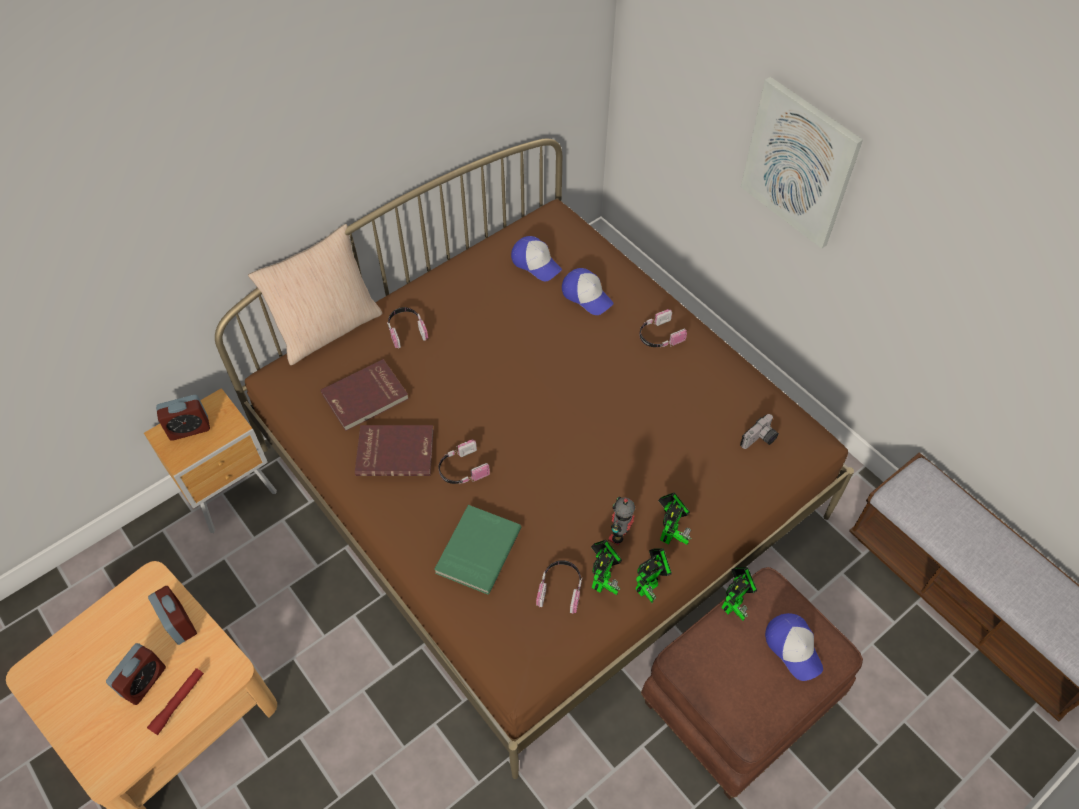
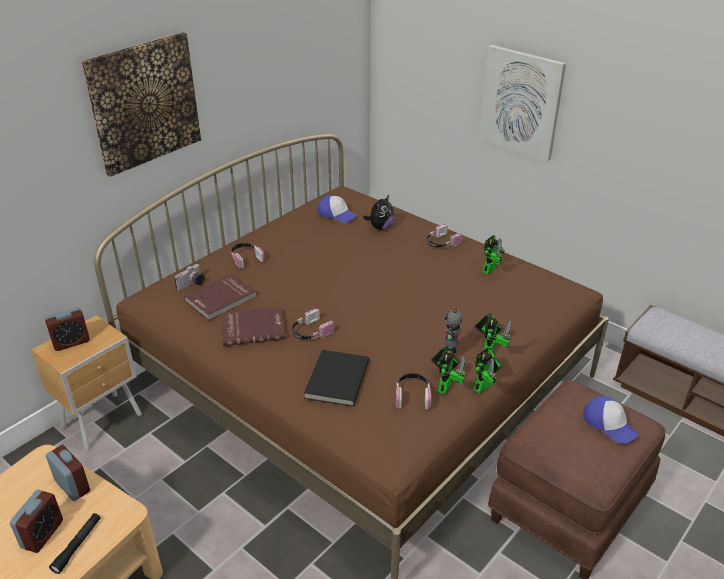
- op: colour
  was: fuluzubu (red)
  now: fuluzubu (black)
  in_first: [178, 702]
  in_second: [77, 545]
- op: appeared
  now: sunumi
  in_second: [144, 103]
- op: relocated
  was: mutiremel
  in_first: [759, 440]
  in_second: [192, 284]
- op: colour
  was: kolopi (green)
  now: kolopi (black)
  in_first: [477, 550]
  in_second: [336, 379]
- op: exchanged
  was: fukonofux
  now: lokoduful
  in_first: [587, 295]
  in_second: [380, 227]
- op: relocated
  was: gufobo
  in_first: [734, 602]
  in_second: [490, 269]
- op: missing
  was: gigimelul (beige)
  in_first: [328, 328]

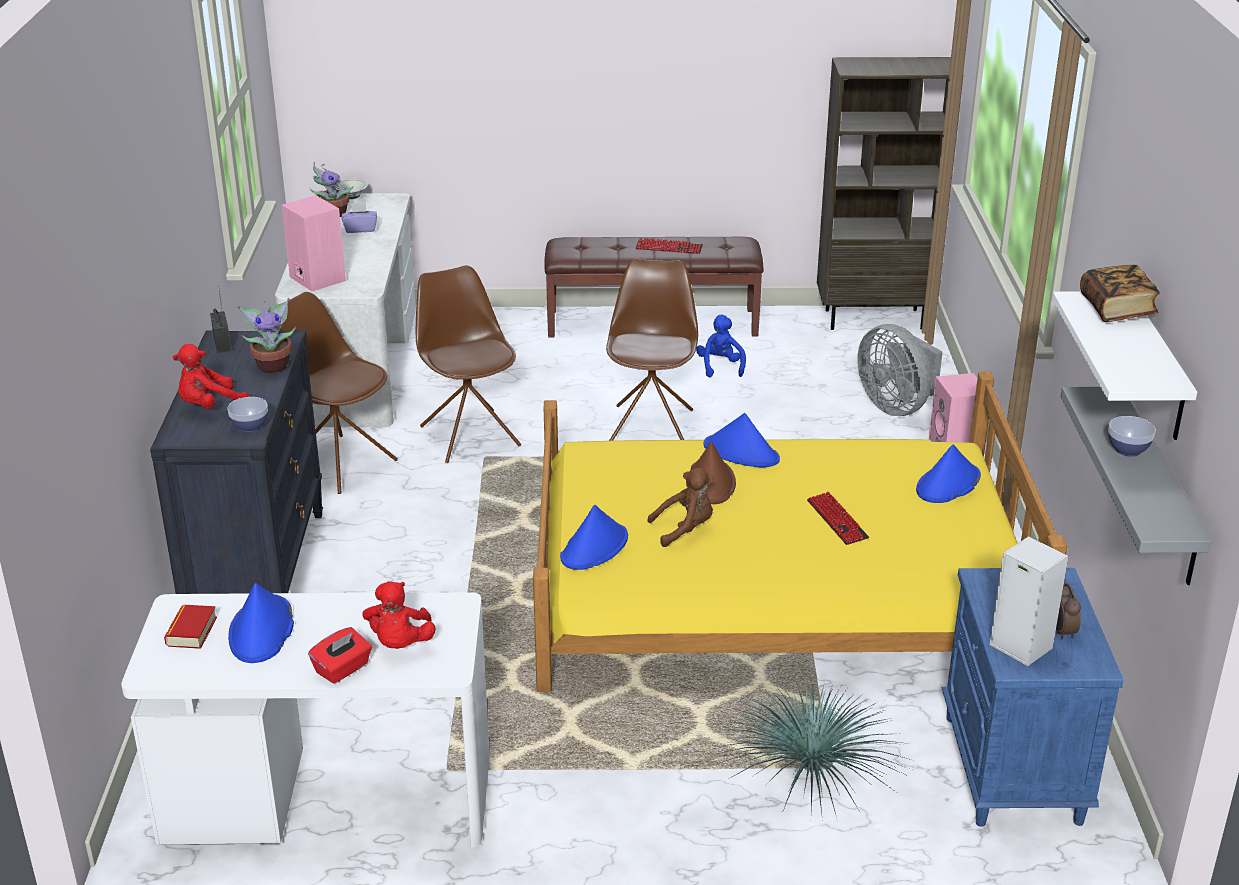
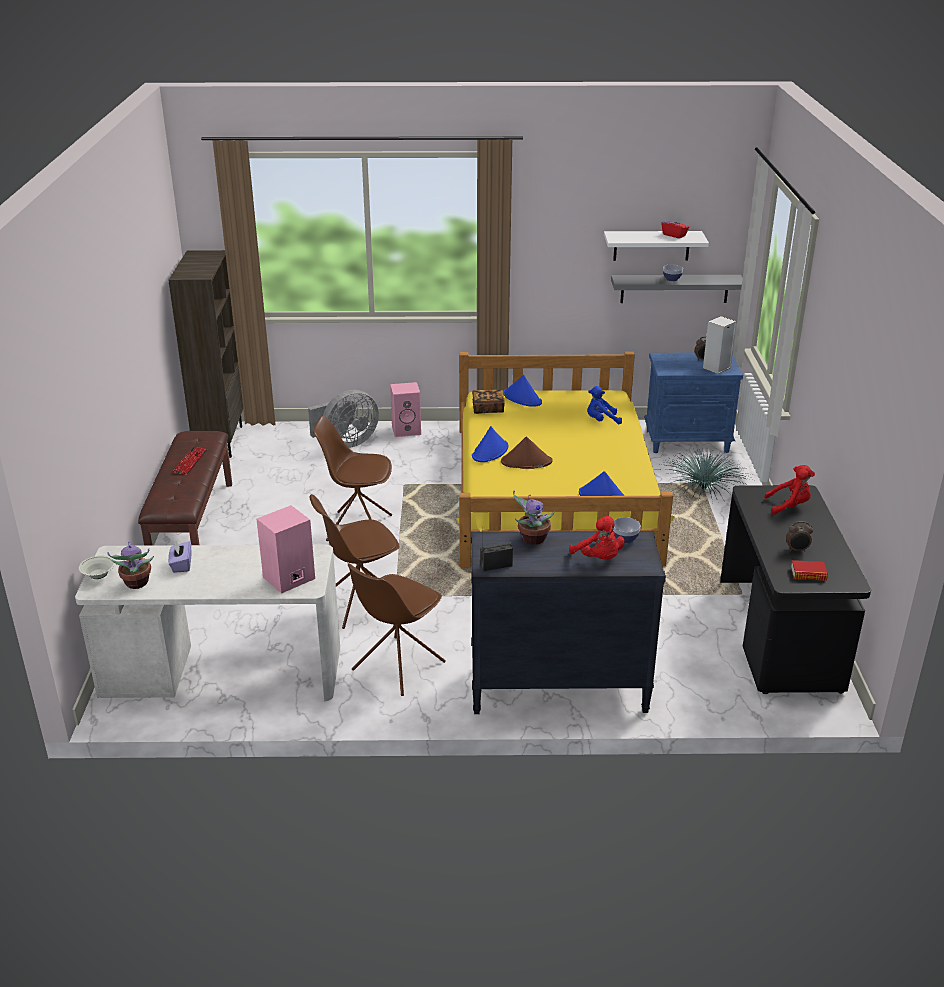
- op: relocated
  was: kolopi
  in_first: [1117, 309]
  in_second: [488, 409]
- op: relocated
  was: lokoduful (blue)
  in_first: [720, 367]
  in_second: [601, 421]
- op: relocated
  was: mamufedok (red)
  in_first: [342, 669]
  in_second: [674, 235]
- op: colour
  was: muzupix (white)
  now: muzupix (black)
  in_first: [326, 799]
  in_second: [780, 635]
- op: exchanged
  was: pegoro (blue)
  now: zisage
  in_first: [261, 631]
  in_second: [797, 550]
- op: missing
  was: lokoduful (brown)
  in_first: [685, 529]
- op: missing
  was: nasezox
  in_first: [837, 520]

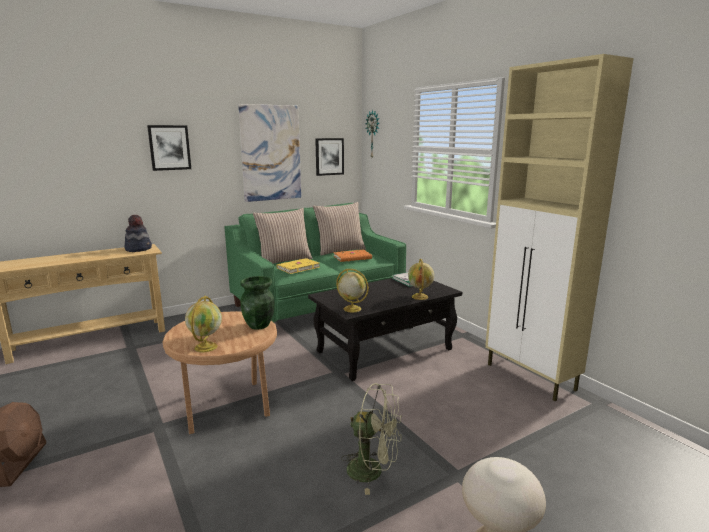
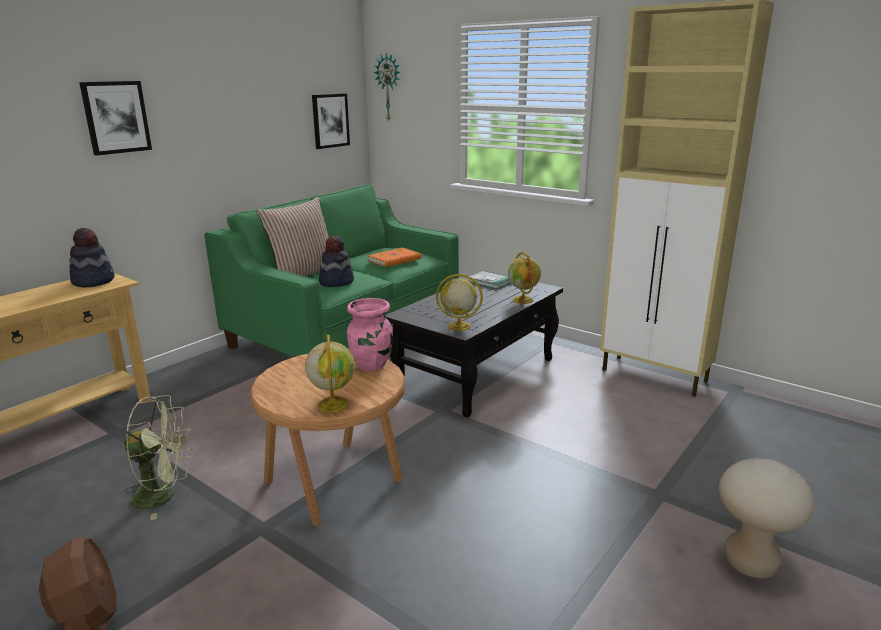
- op: relocated
  was: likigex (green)
  in_first: [373, 471]
  in_second: [163, 496]
- op: exchanged
  was: kolopi (yellow)
  now: pegoro
  in_first: [297, 268]
  in_second: [336, 282]
- op: colour
  was: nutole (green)
  now: nutole (pink)
  in_first: [259, 325]
  in_second: [372, 365]
- op: missing
  was: sunumi
  in_first: [271, 153]
- op: missing
  was: gigimelul
  in_first: [340, 250]

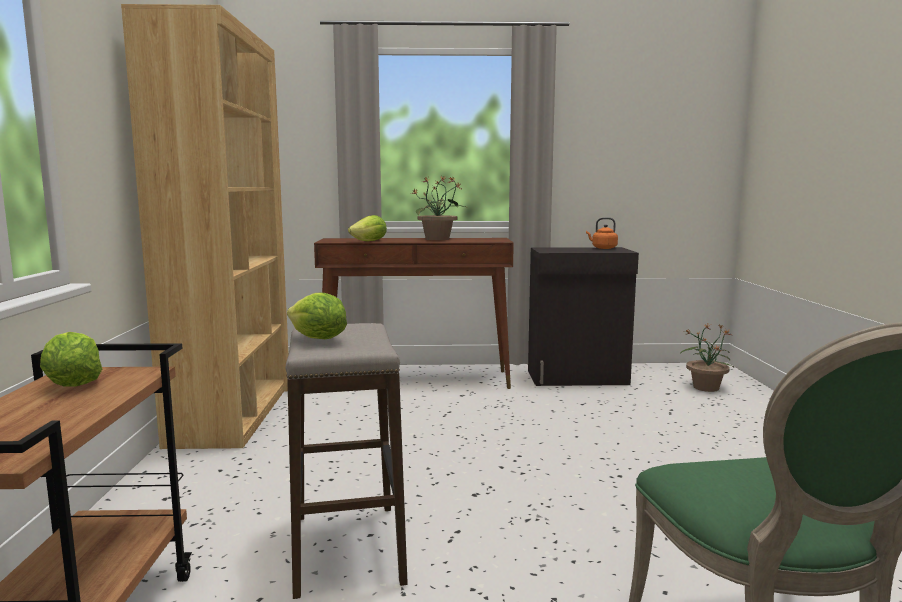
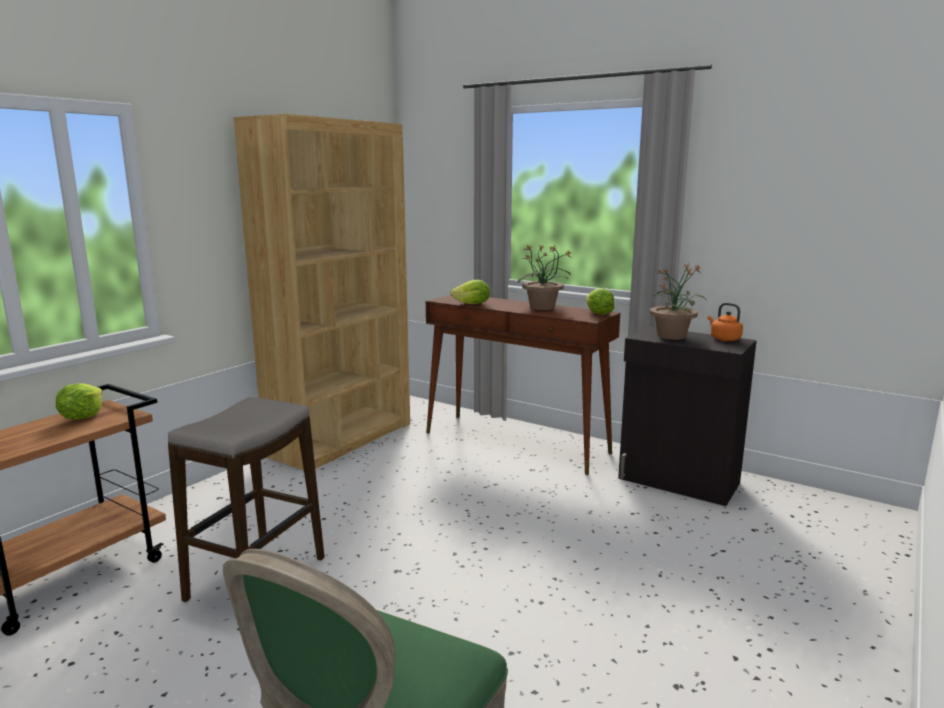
- op: relocated
  was: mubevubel
  in_first: [317, 339]
  in_second: [598, 314]
- op: relocated
  was: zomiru
  in_first: [705, 387]
  in_second: [672, 336]

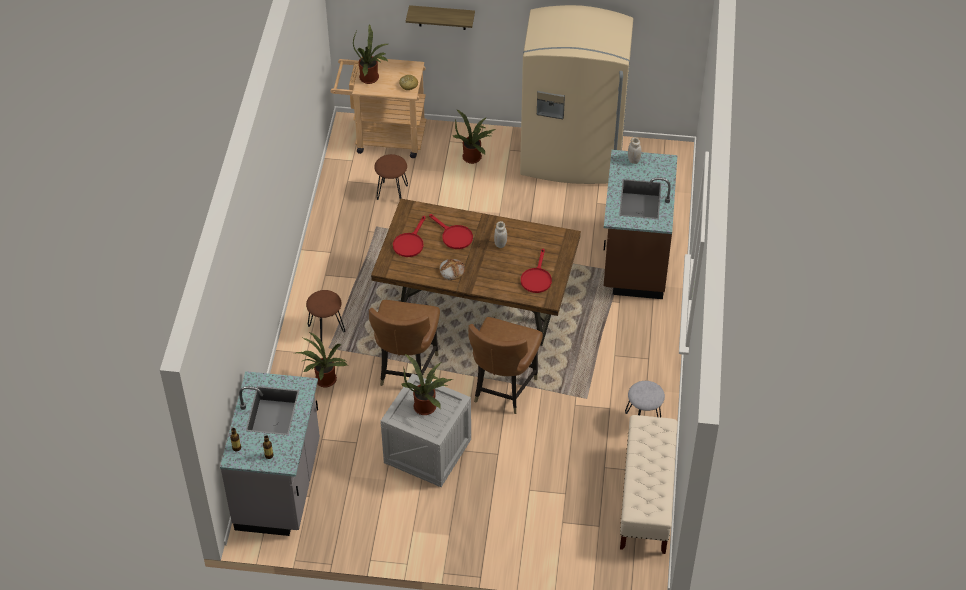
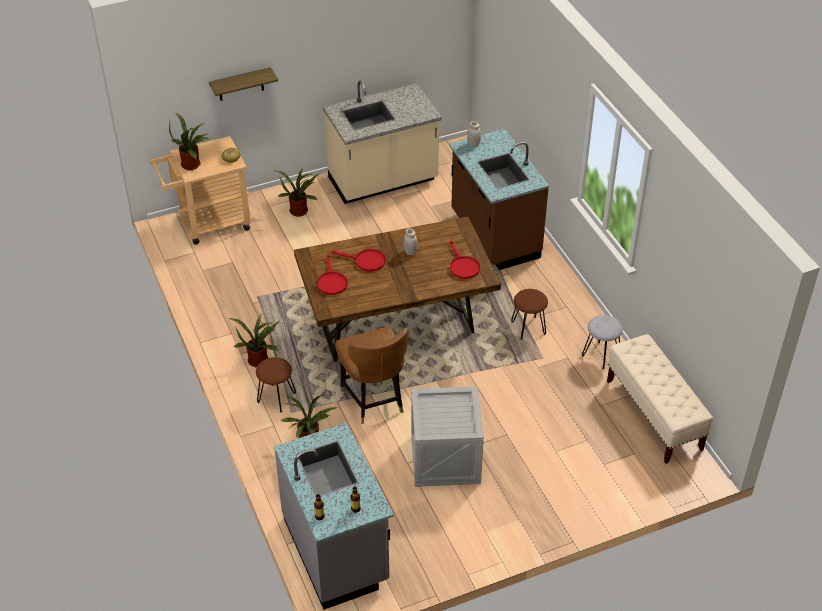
- op: relocated
  was: zomiru
  in_first: [427, 406]
  in_second: [259, 359]
- op: exchanged
  was: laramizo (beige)
  now: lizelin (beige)
  in_first: [572, 158]
  in_second: [383, 181]
- op: relocated
  was: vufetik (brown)
  in_first: [392, 192]
  in_second: [528, 328]
- op: missing
  was: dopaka
  in_first: [451, 270]
- op: missing
  was: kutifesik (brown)
  in_first: [503, 389]

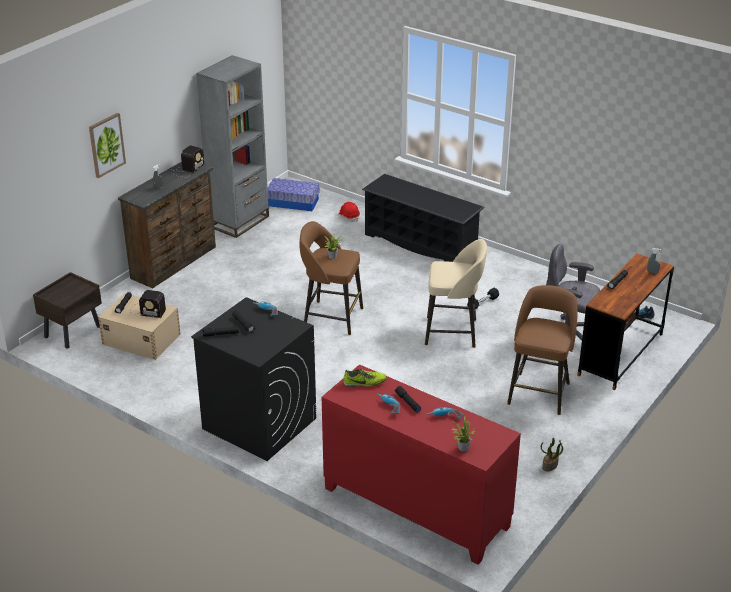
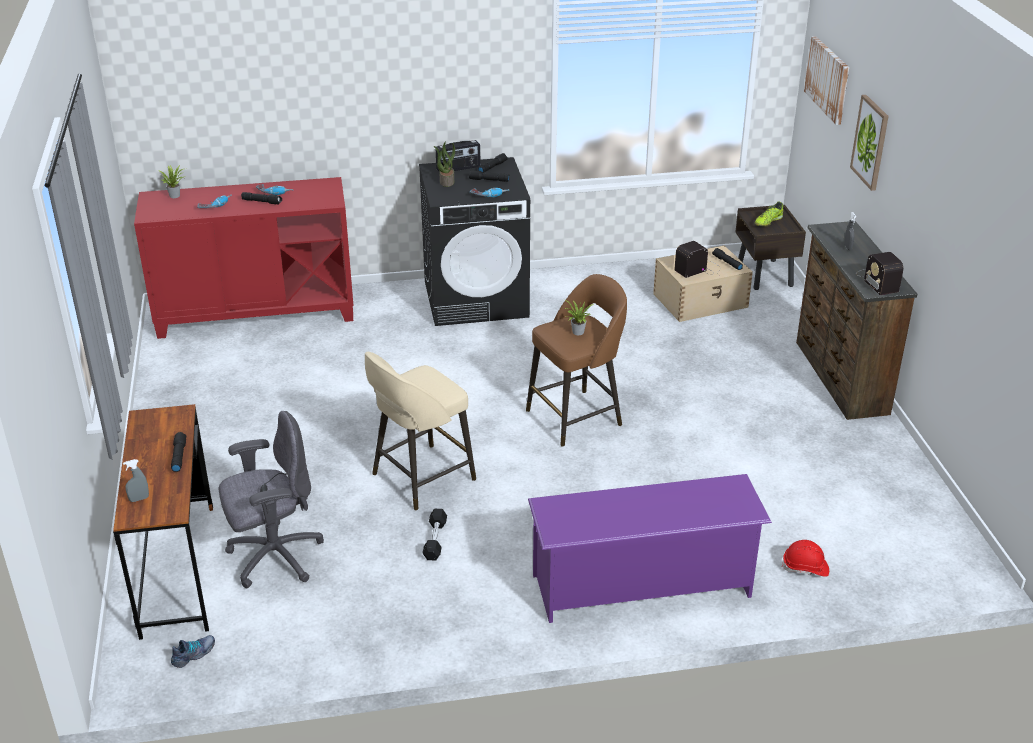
- op: relocated
  was: zomiru
  in_first: [550, 466]
  in_second: [446, 181]
- op: appeared
  now: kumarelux
  in_second: [458, 168]
- op: colour
  was: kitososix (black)
  now: kitososix (purple)
  in_first: [421, 243]
  in_second: [642, 586]
- op: relocated
  was: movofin
  in_first: [364, 383]
  in_second: [768, 222]
- op: appeared
  now: sunumi
  in_second: [828, 79]
- op: missing
  was: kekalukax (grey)
  in_first: [239, 222]
- op: missing
  was: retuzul
  in_first: [293, 202]
- op: missing
  was: vufetik (brown)
  in_first: [539, 392]

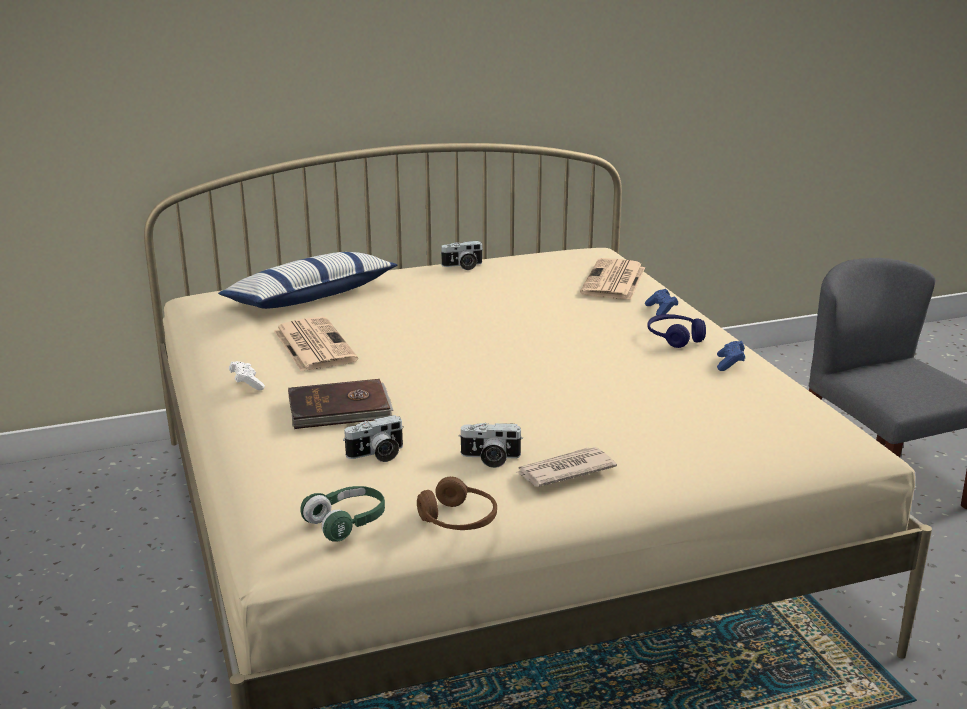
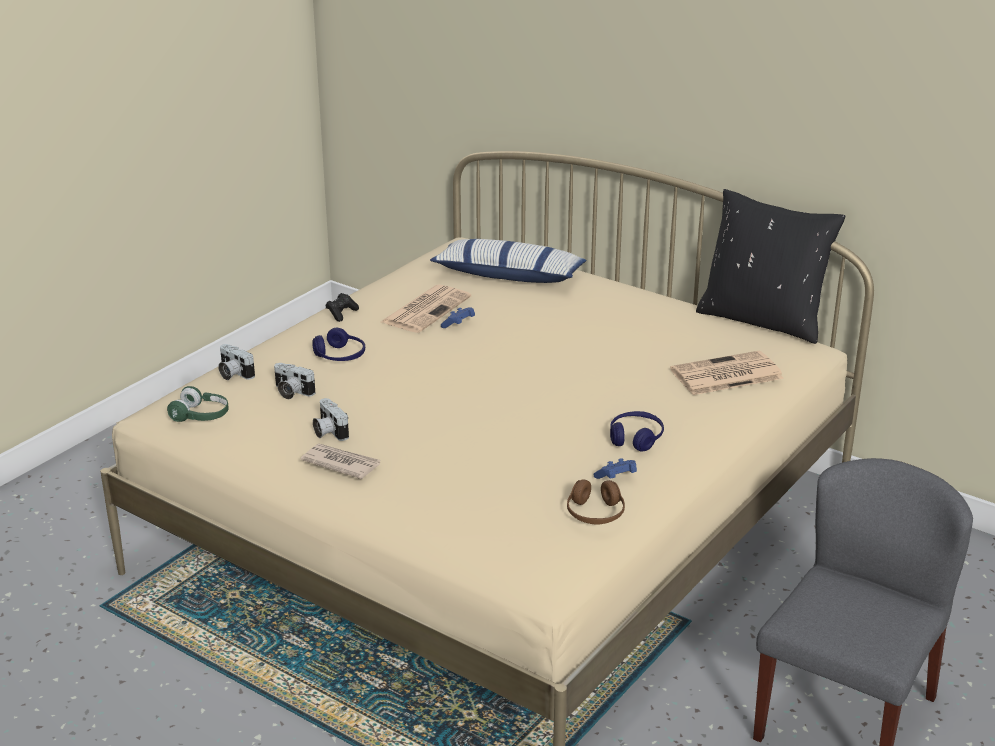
- op: relocated
  was: mutiremel
  in_first: [463, 266]
  in_second: [233, 374]
- op: exchanged
  was: kolopi (brown)
  now: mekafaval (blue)
  in_first: [340, 409]
  in_second: [340, 356]
- op: colour
  was: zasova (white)
  now: zasova (black)
  in_first: [247, 384]
  in_second: [341, 313]
- op: relocated
  was: zasova (blue)
  in_first: [661, 310]
  in_second: [458, 324]
- op: relocated
  was: mekafaval (brown)
  in_first: [458, 520]
  in_second: [595, 514]
- op: appeared
  now: gigimelul (black)
  in_second: [763, 319]

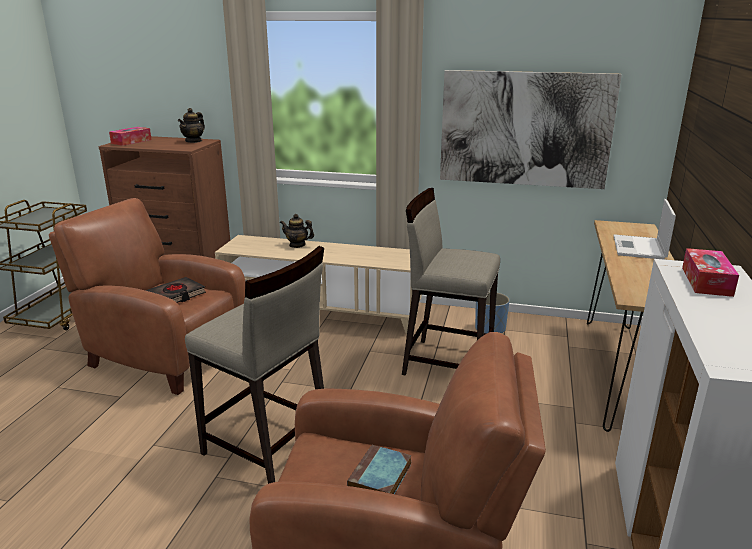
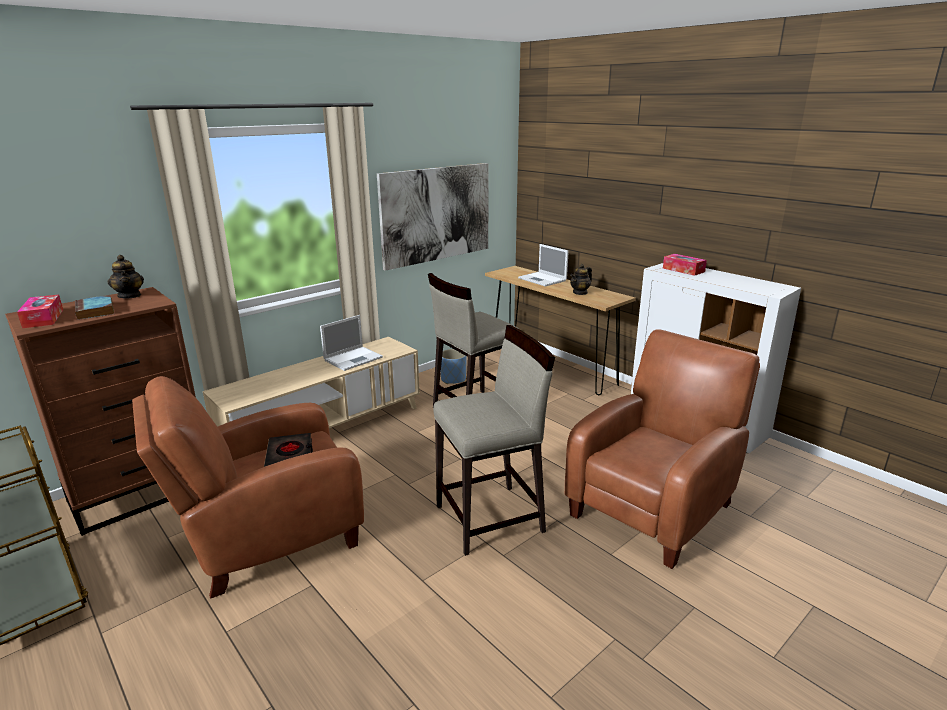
- op: relocated
  was: kolopi
  in_first: [380, 478]
  in_second: [96, 311]
- op: appeared
  now: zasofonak
  in_second: [354, 358]
- op: relocated
  was: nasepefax
  in_first: [297, 245]
  in_second: [580, 292]

